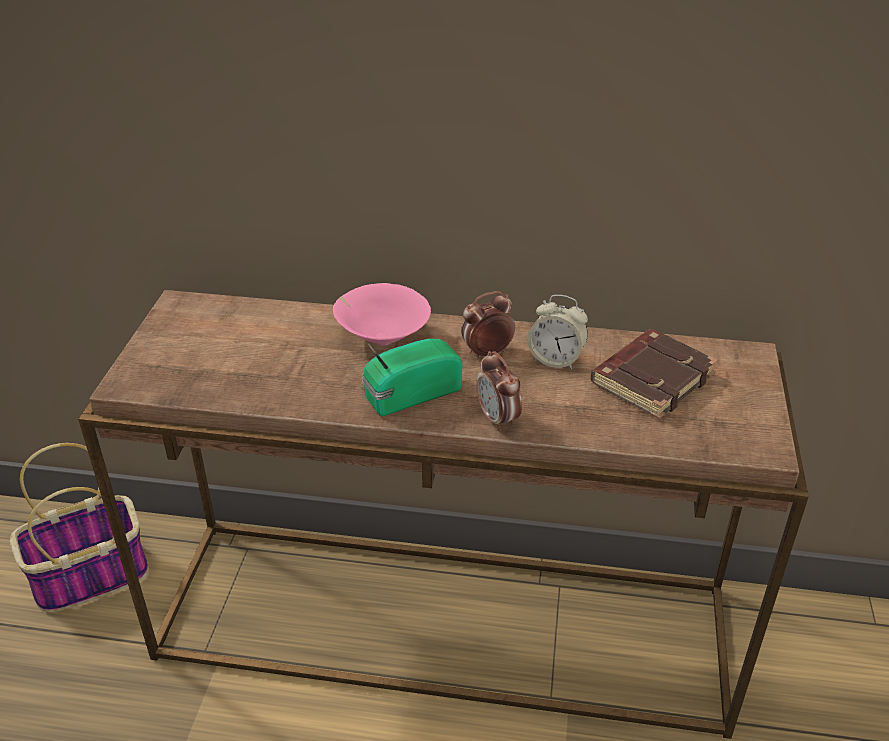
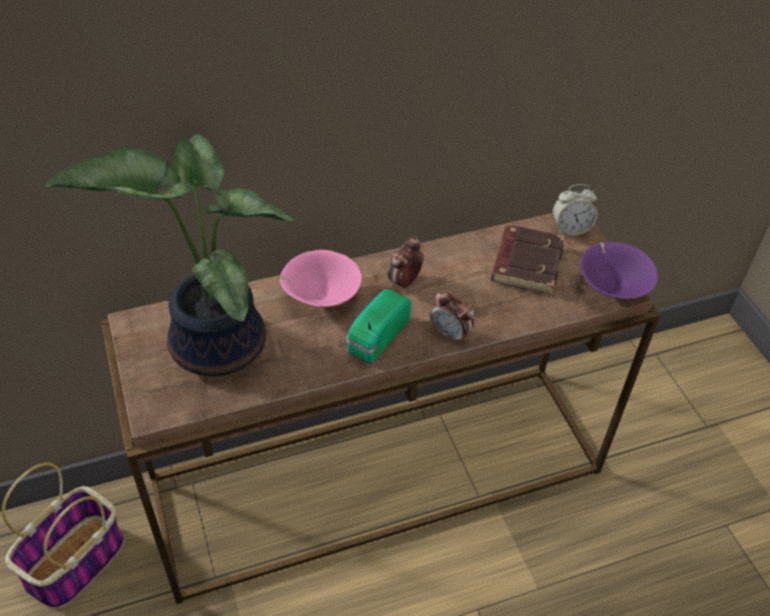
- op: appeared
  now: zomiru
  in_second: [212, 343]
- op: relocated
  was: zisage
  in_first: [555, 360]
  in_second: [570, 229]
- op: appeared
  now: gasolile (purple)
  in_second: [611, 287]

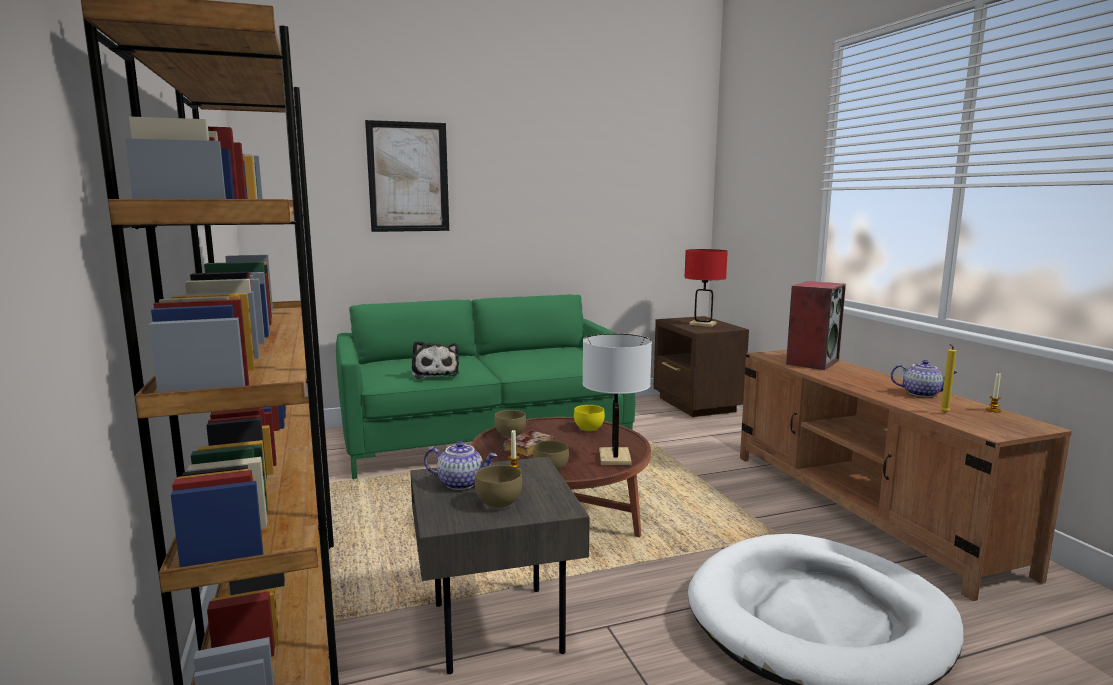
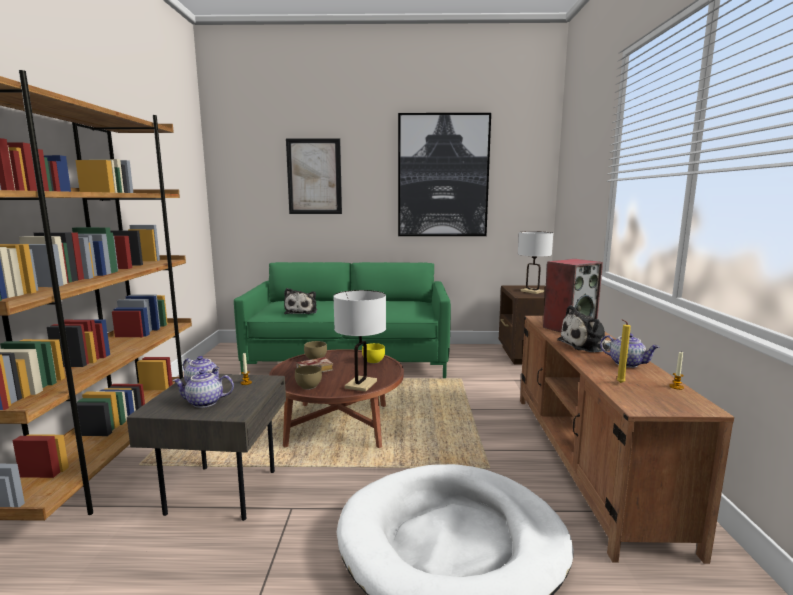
- op: exchanged
  was: gasolile (brown)
  now: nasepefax
  in_first: [500, 503]
  in_second: [204, 403]
- op: appeared
  now: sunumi
  in_second: [443, 176]
- op: colour
  was: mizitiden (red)
  now: mizitiden (white)
  in_first: [702, 324]
  in_second: [532, 291]
- op: appeared
  now: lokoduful
  in_second: [587, 345]

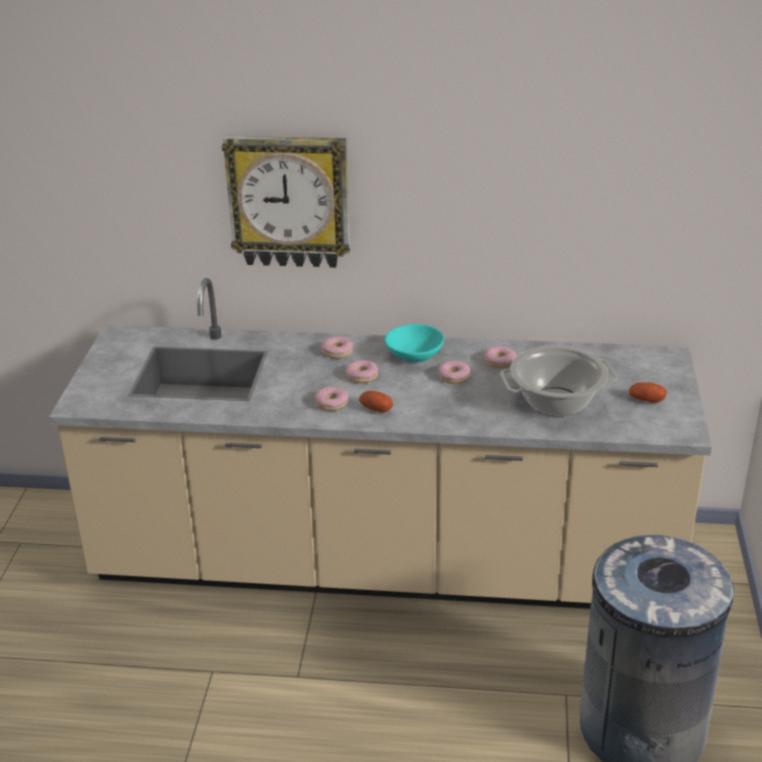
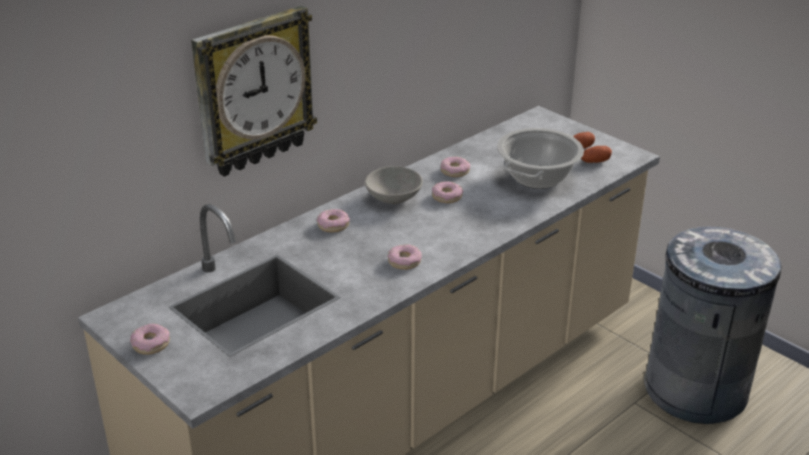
- op: relocated
  was: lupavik
  in_first: [362, 376]
  in_second: [151, 344]
- op: colour
  was: gasolile (turquoise)
  now: gasolile (grey)
  in_first: [414, 356]
  in_second: [394, 198]
- op: relocated
  was: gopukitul
  in_first: [376, 409]
  in_second: [595, 162]

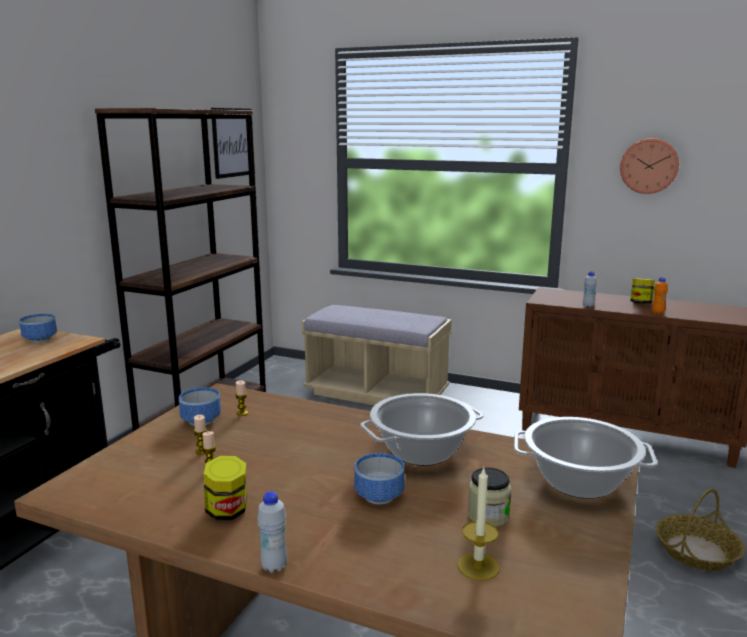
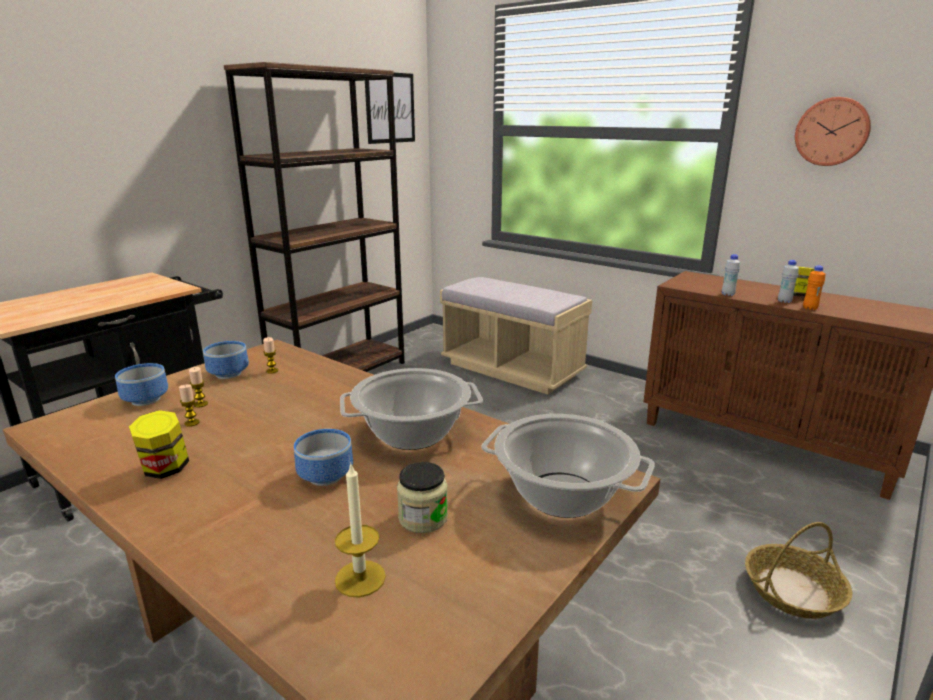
- op: relocated
  was: gasolile
  in_first: [42, 339]
  in_second: [148, 399]
- op: relocated
  was: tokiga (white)
  in_first: [274, 566]
  in_second: [784, 301]

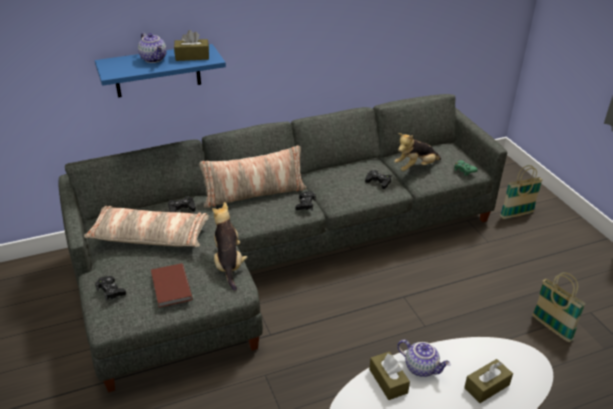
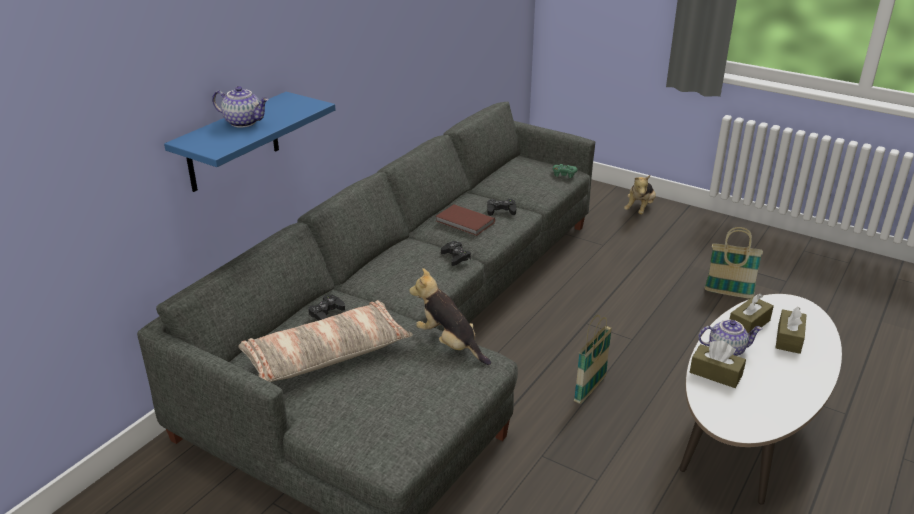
- op: relocated
  was: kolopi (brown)
  in_first: [170, 287]
  in_second: [465, 222]
- op: relocated
  was: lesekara
  in_first: [516, 215]
  in_second: [590, 389]
- op: relocated
  was: lokoduful
  in_first: [415, 167]
  in_second: [639, 209]
- op: relocated
  was: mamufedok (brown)
  in_first: [192, 56]
  in_second: [749, 324]
- op: missing
  was: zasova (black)
  in_first: [111, 291]
- op: missing
  was: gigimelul
  in_first: [254, 194]

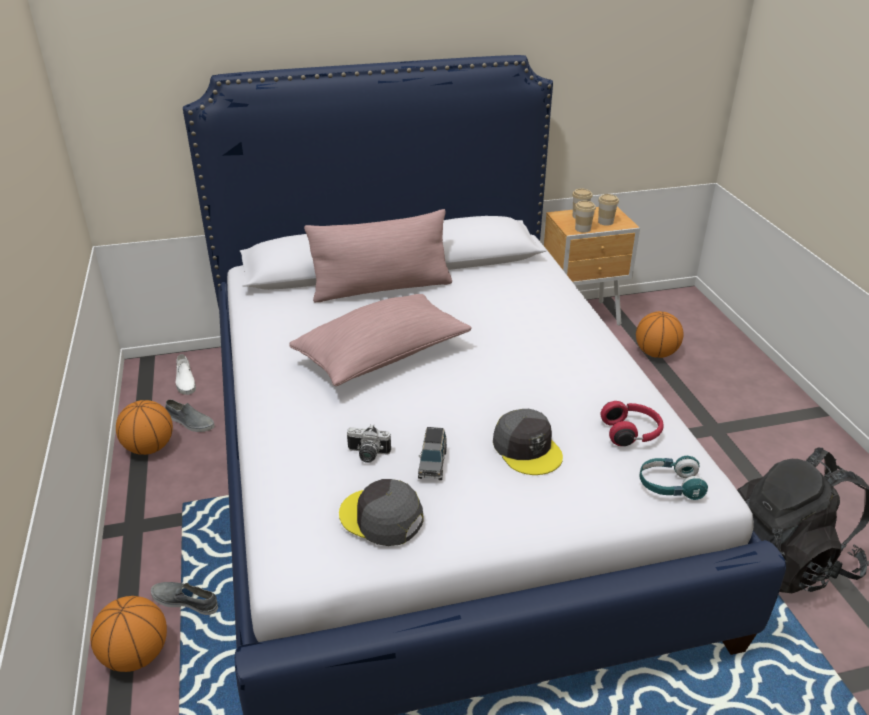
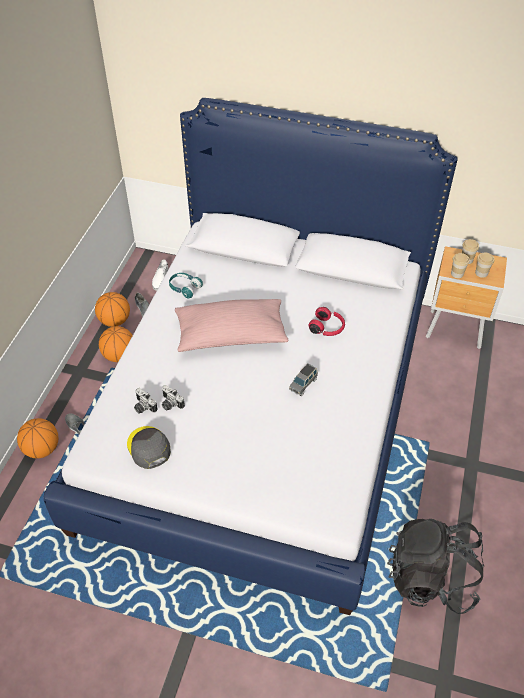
- op: relocated
  was: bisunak
  in_first: [655, 353]
  in_second: [119, 355]
- op: appeared
  now: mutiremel
  in_second: [143, 407]
- op: relocated
  was: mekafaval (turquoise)
  in_first: [669, 486]
  in_second: [185, 288]
- op: relocated
  was: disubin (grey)
  in_first: [432, 464]
  in_second: [303, 384]
- op: relocated
  was: mekafaval (red)
  in_first: [631, 433]
  in_second: [327, 328]
- op: missing
  was: gigimelul (pink)
  in_first: [382, 288]
- op: missing
  was: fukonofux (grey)
  in_first: [527, 448]

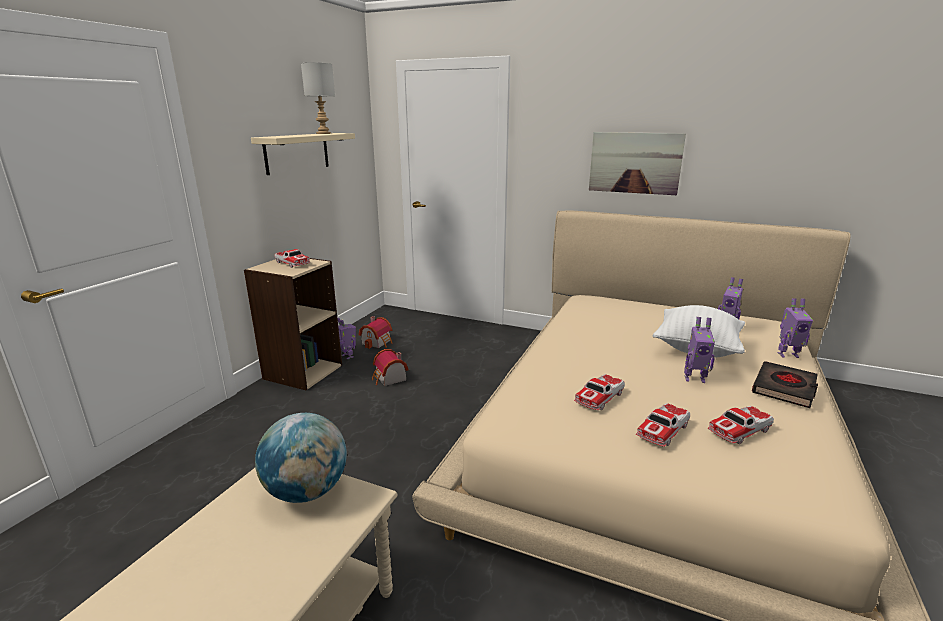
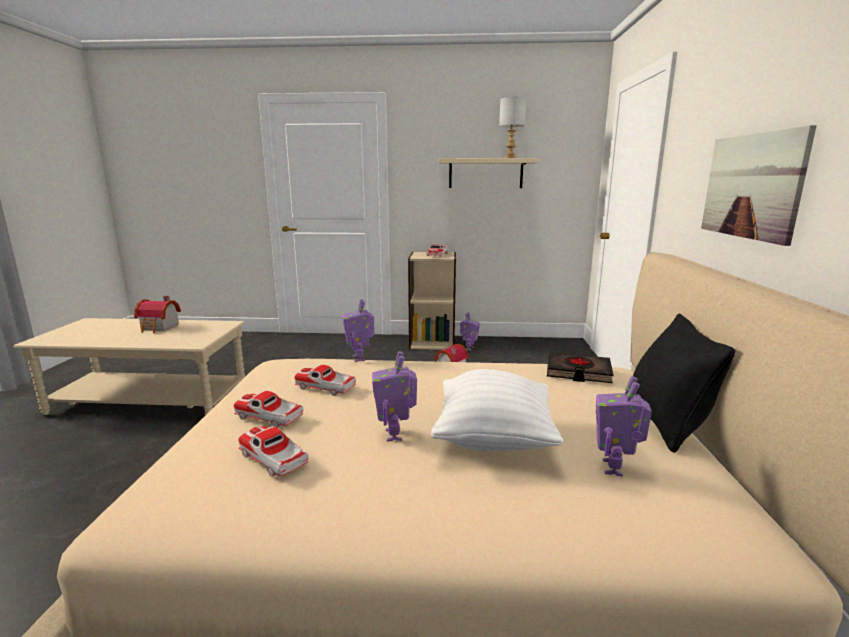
- op: relocated
  was: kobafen
  in_first: [378, 342]
  in_second: [159, 327]
- op: relocated
  was: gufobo
  in_first: [787, 354]
  in_second: [359, 358]
- op: relocated
  was: kolopi (black)
  in_first: [784, 388]
  in_second: [578, 372]
- op: appeared
  now: gigimelul (black)
  in_second: [666, 424]
- op: missing
  was: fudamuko
  in_first: [307, 491]

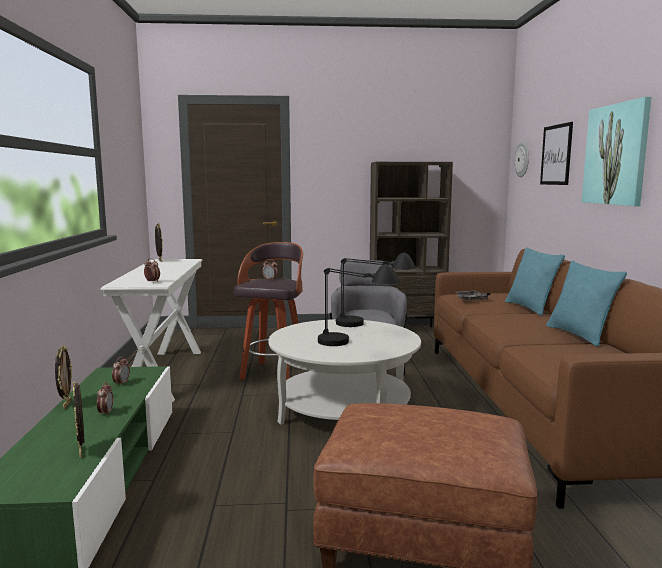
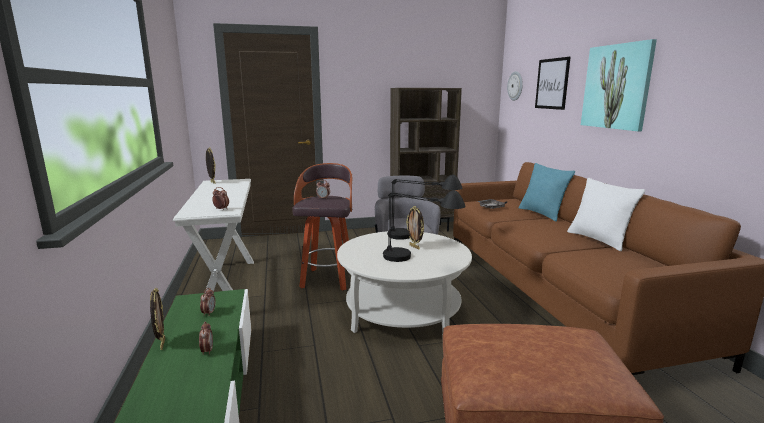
- op: relocated
  was: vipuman
  in_first: [82, 452]
  in_second: [415, 247]
- op: colour
  was: gigimelul (turquoise)
  now: gigimelul (white)
  in_first: [579, 335]
  in_second: [598, 240]

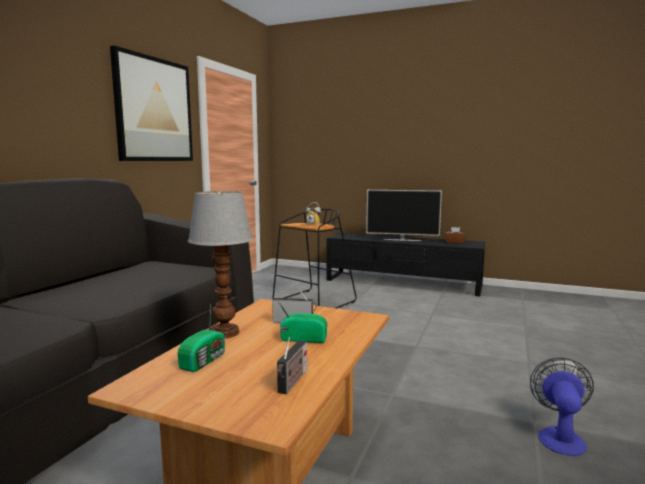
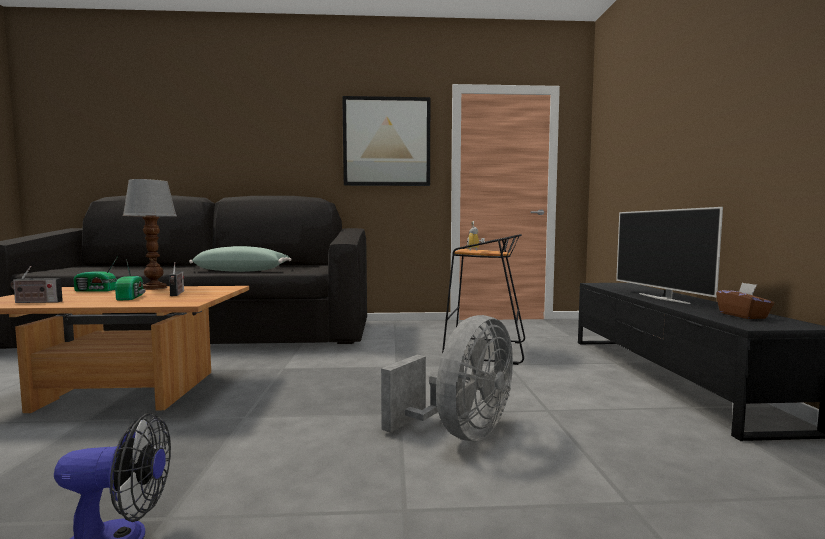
- op: appeared
  now: gigimelul (green)
  in_second: [243, 271]
- op: appeared
  now: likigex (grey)
  in_second: [460, 433]

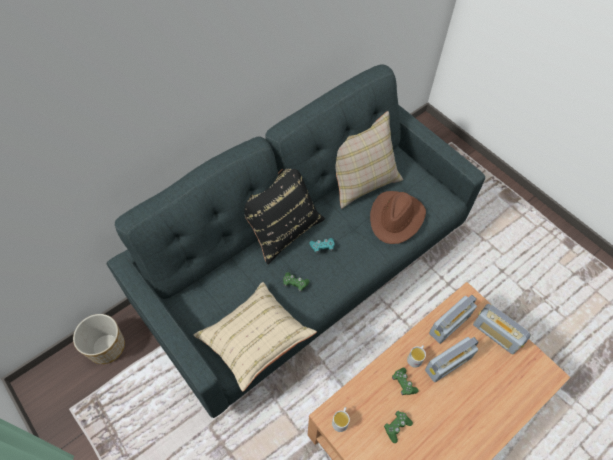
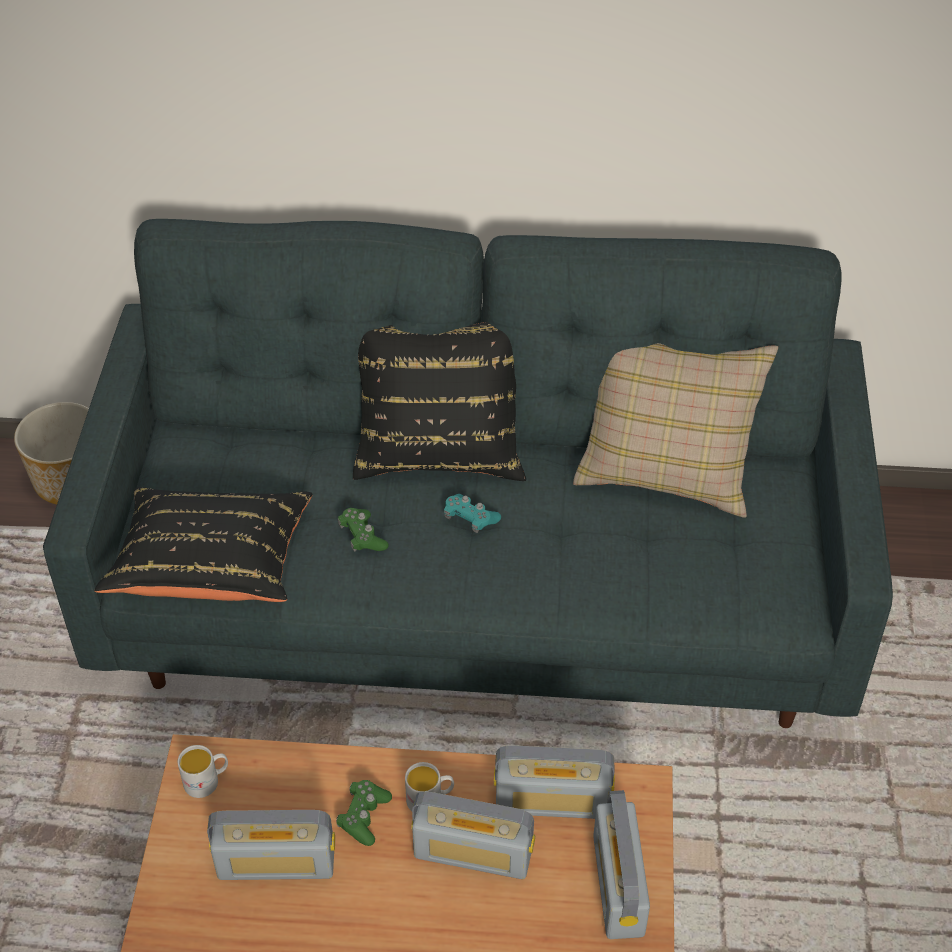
- op: colour
  was: gigimelul (beige)
  now: gigimelul (black)
  in_first: [255, 340]
  in_second: [212, 567]
- op: exchanged
  was: zasova (green)
  now: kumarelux
  in_first: [396, 427]
  in_second: [276, 863]
- op: missing
  was: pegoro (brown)
  in_first: [396, 218]

